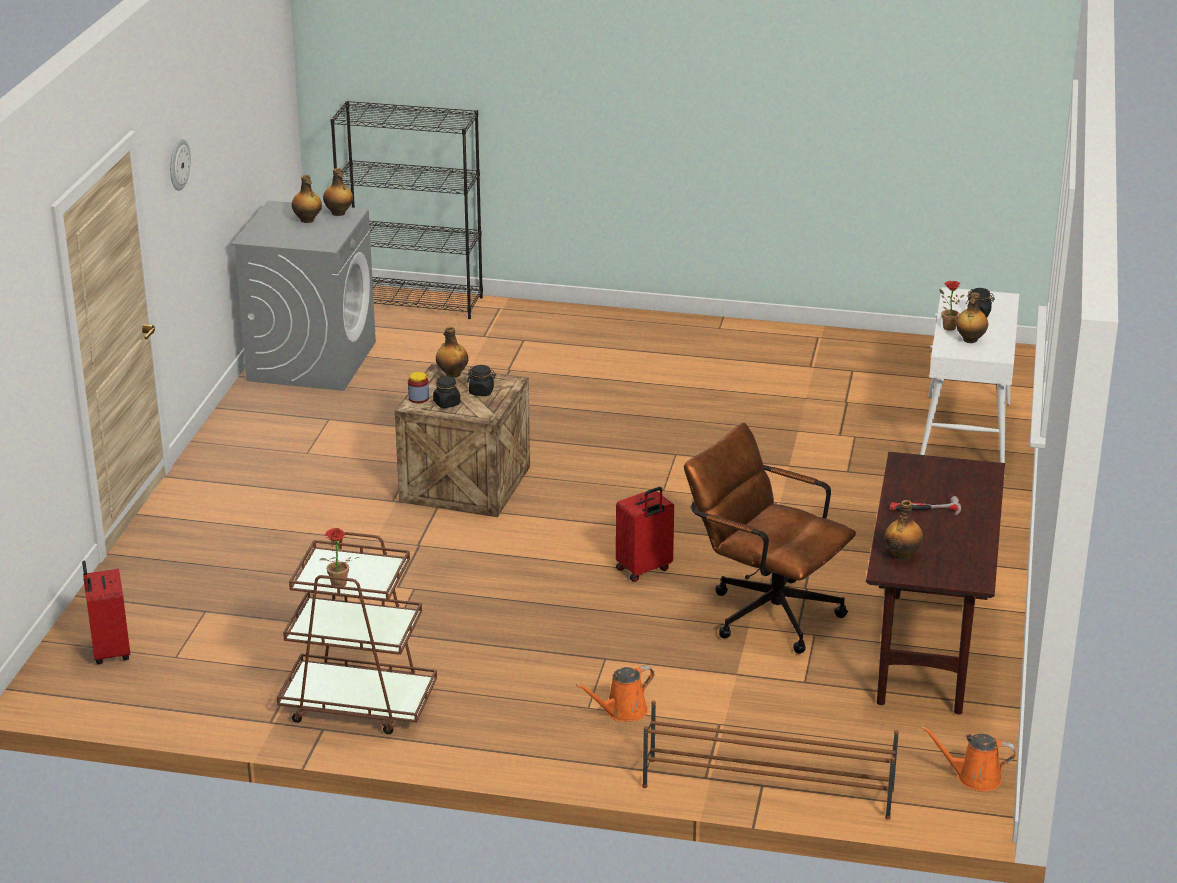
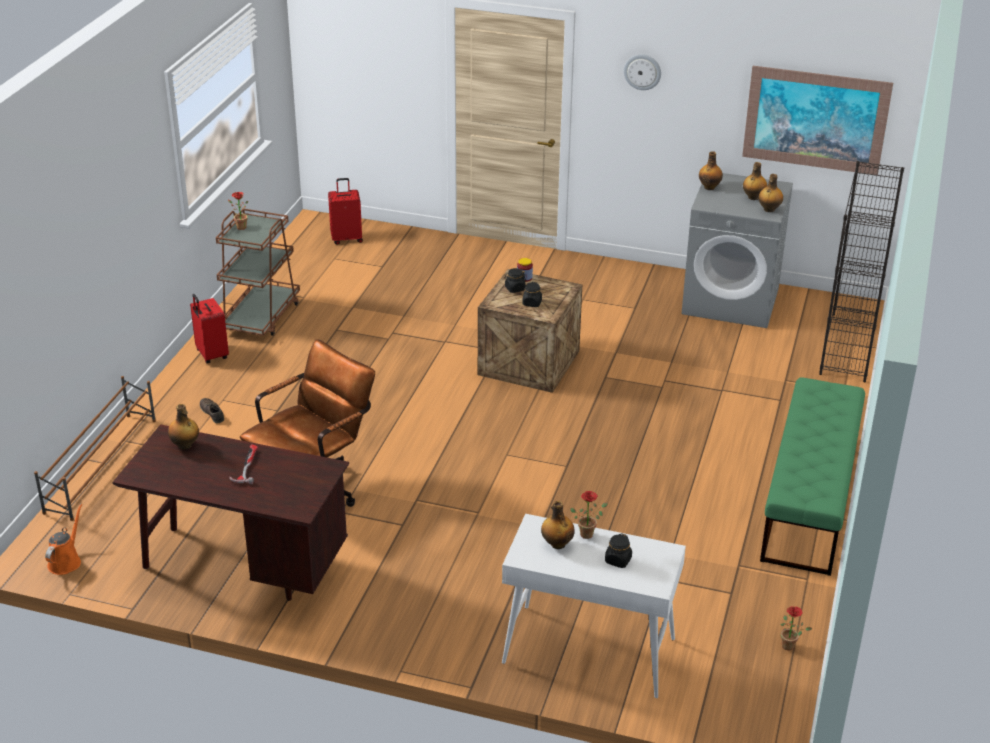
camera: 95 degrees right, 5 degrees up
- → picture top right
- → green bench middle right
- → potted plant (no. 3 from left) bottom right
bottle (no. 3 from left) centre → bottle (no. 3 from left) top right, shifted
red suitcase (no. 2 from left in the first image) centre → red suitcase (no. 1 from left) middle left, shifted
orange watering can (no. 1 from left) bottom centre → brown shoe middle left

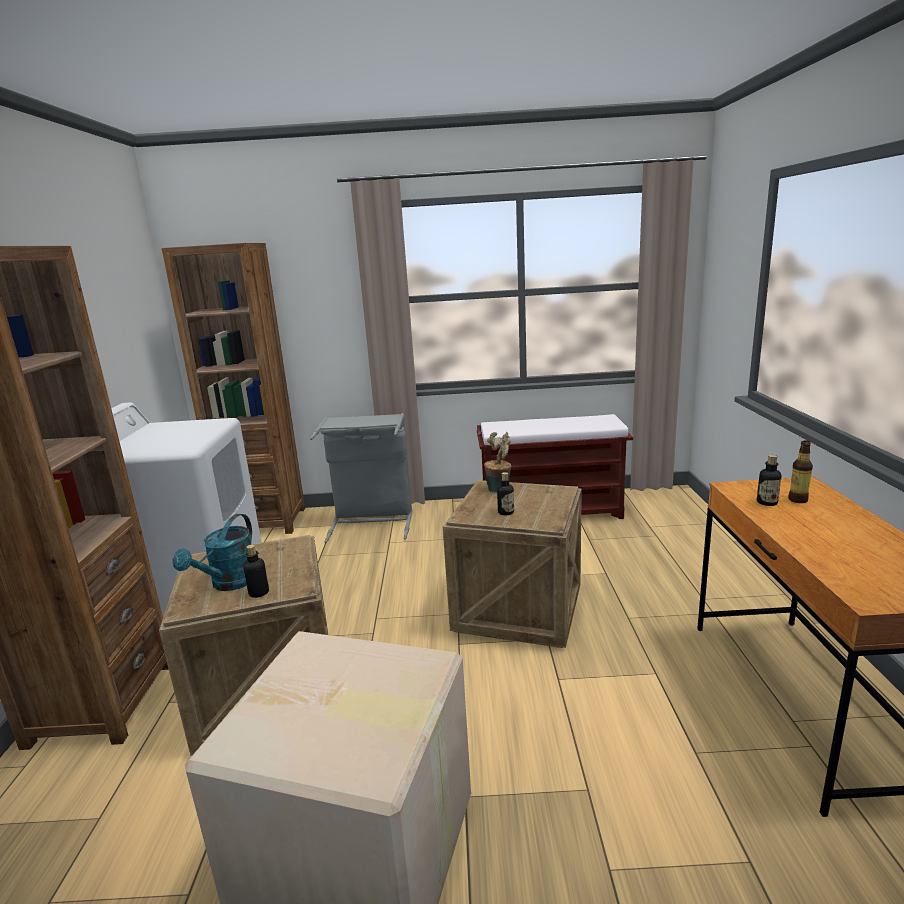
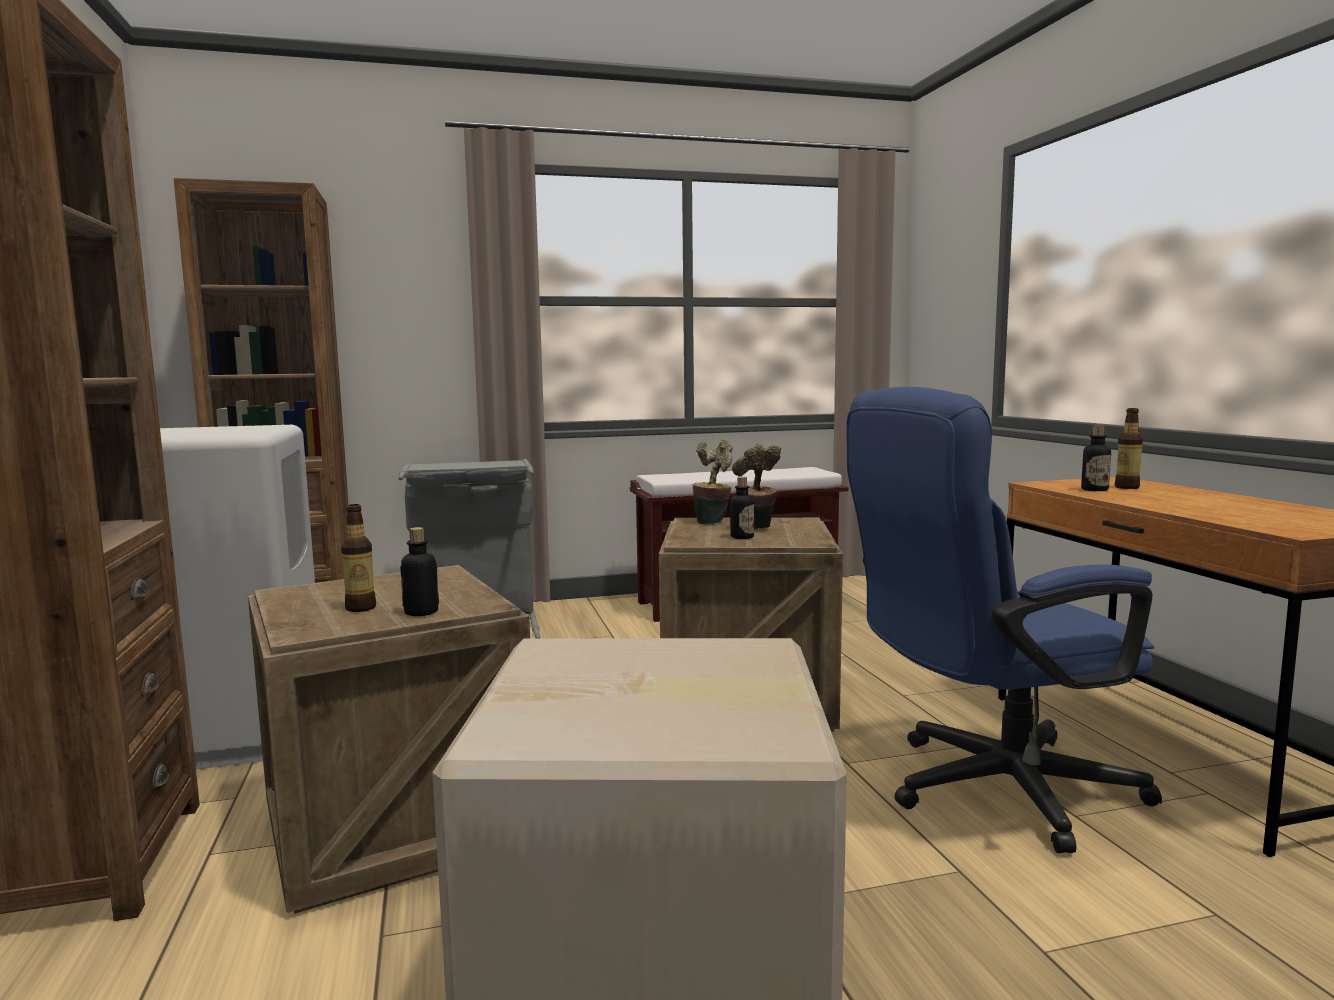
camera: 15 degrees left, 10 degrees down
- → potted plant (no. 2 from left) centre
- → blue office chair middle right
turquoise watering can middle left → bottle (no. 1 from left) middle left

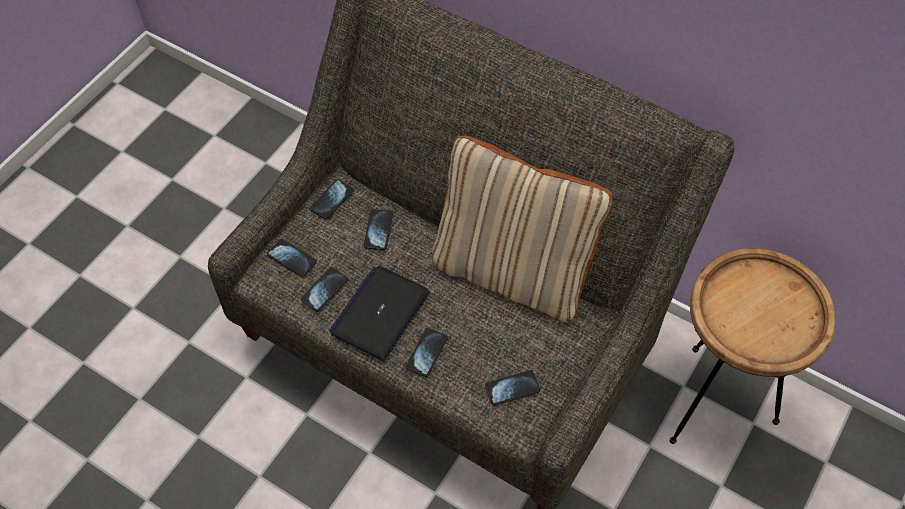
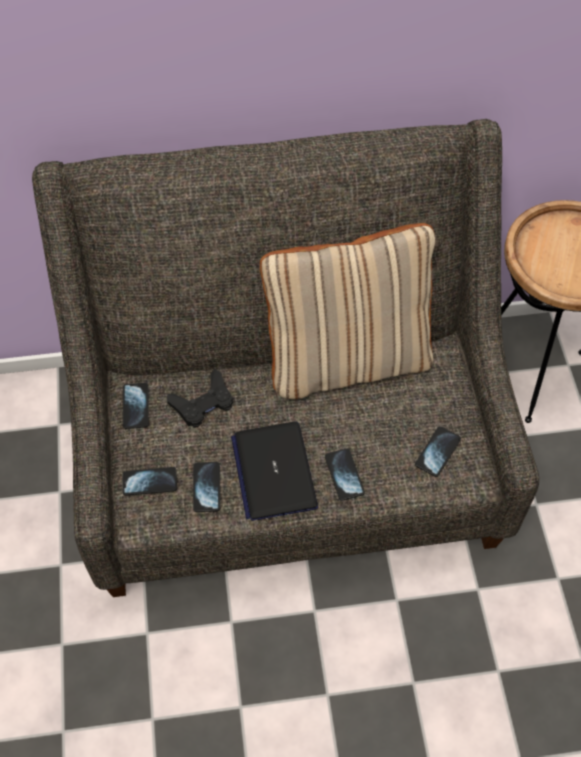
camera: 40 degrees left, 0 degrees up
phone (no. 4 from left) centre → black game controller centre

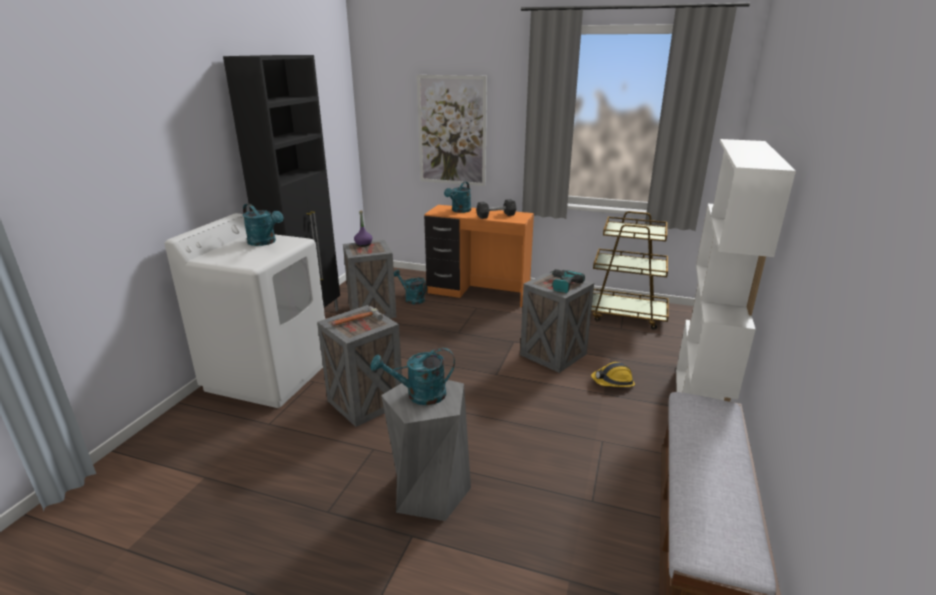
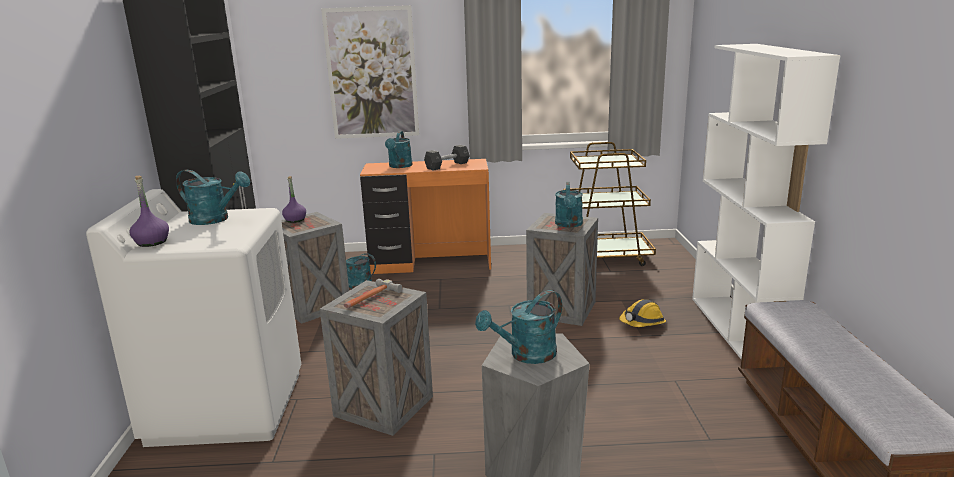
camera: 20 degrees left, 5 degrees down
- → purple bottle (no. 1 from left) middle left
power drill centre → turquoise watering can (no. 5 from left) centre

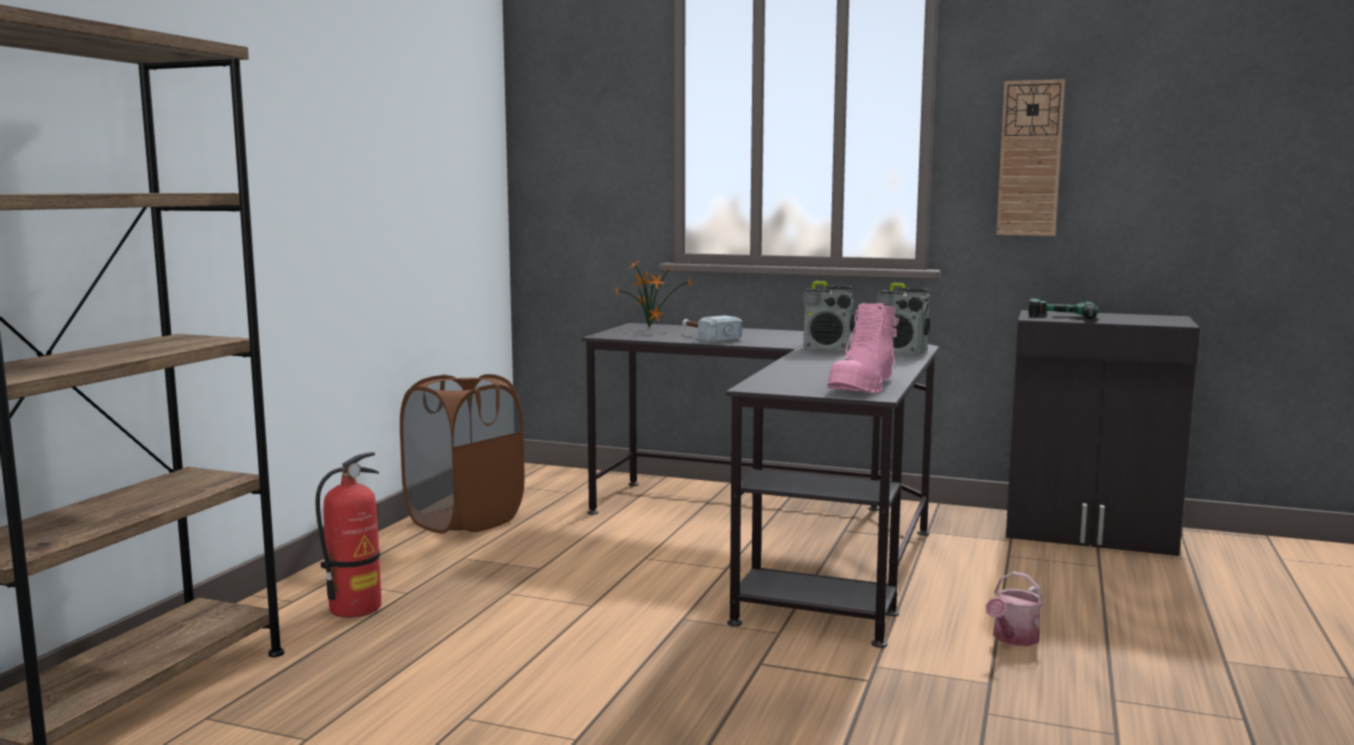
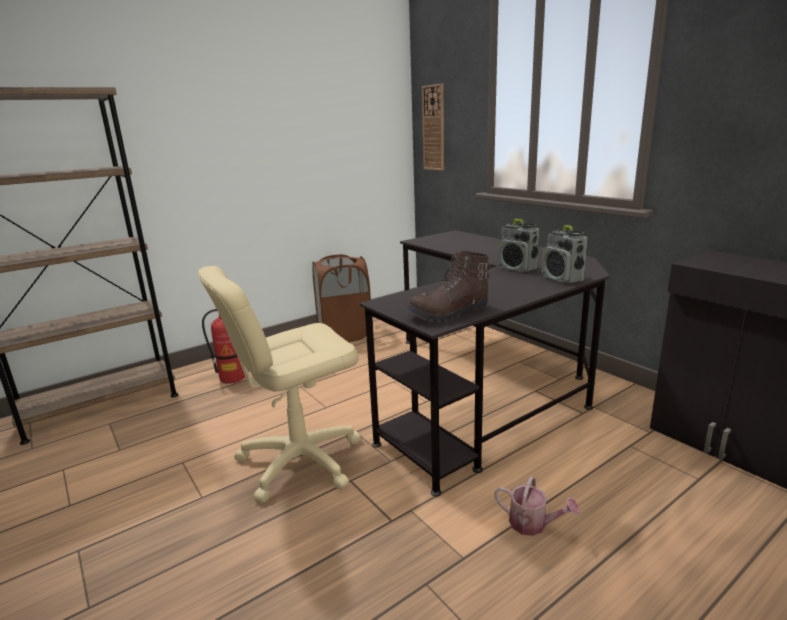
camera: 35 degrees right, 10 degrees up
potted plant centre → -
hammer centre → -
power drill middle right → -
- → beige office chair centre
wall clock top right → wall clock top centre, shifted
pink boot centre → brown boot centre
watering can bottom right, 135 degrees counterclockwise

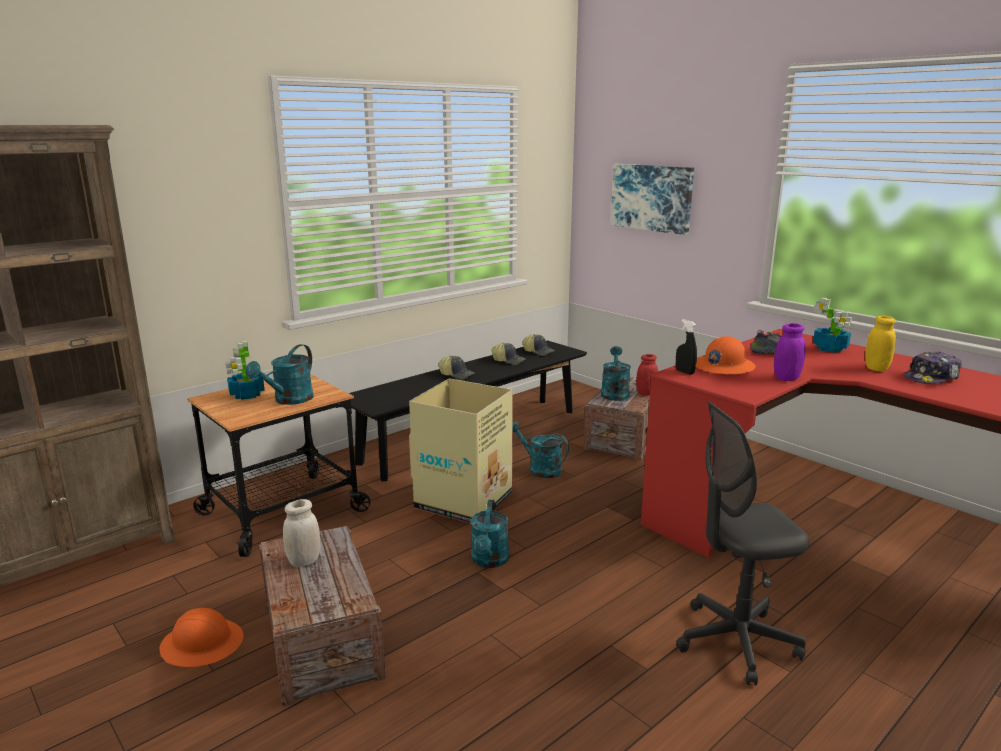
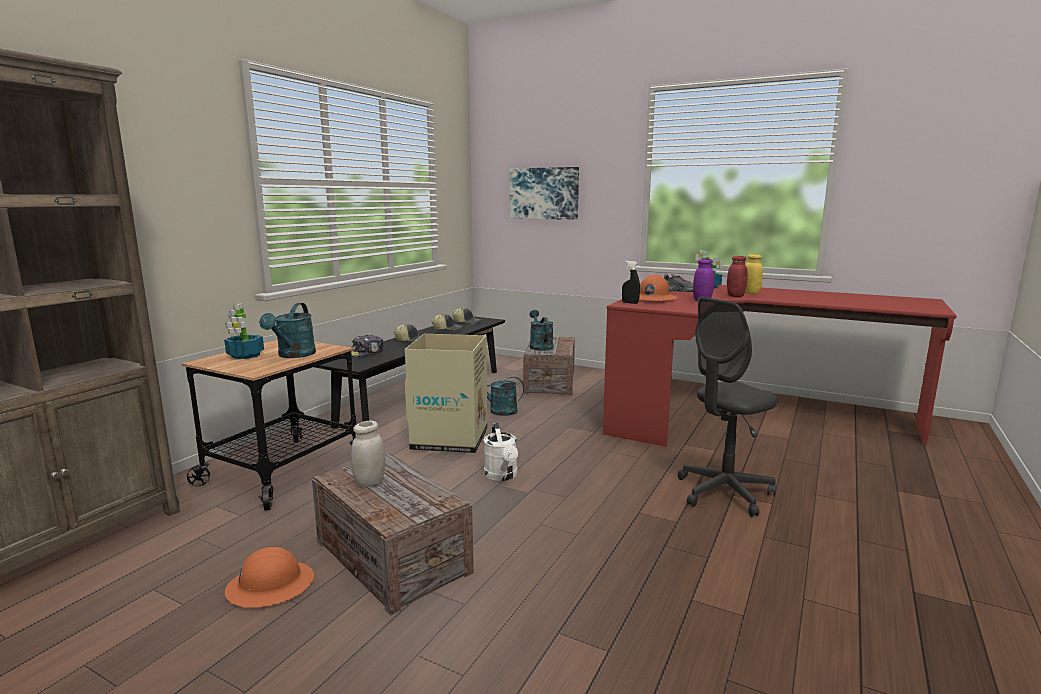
camera: 20 degrees left, 5 degrees down
red jar centre → red jar middle right, shifted
cap (no. 4 from left in the first image) middle right → cap (no. 1 from left) centre, shifted
turquoise watering can (no. 2 from left) bottom centre → white watering can centre

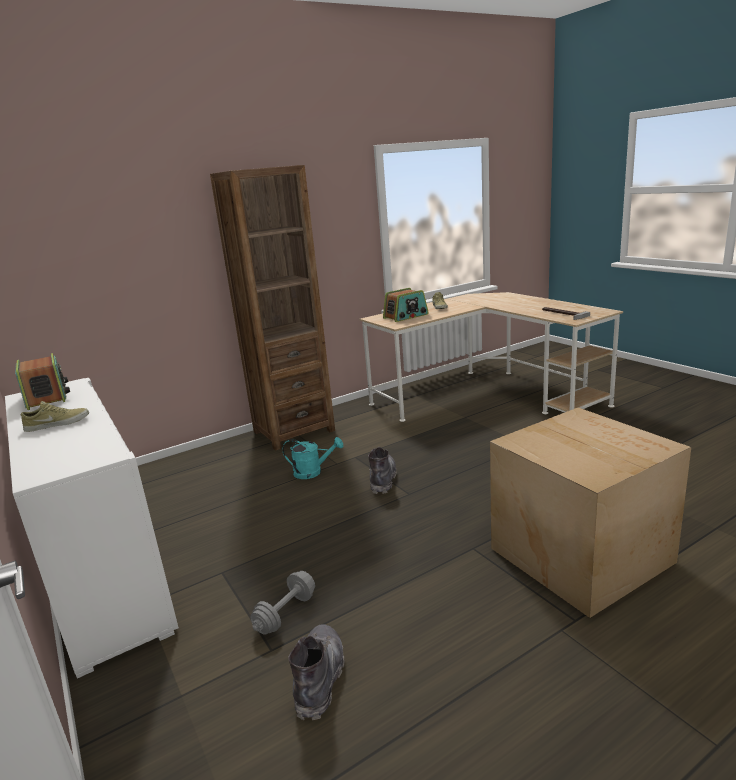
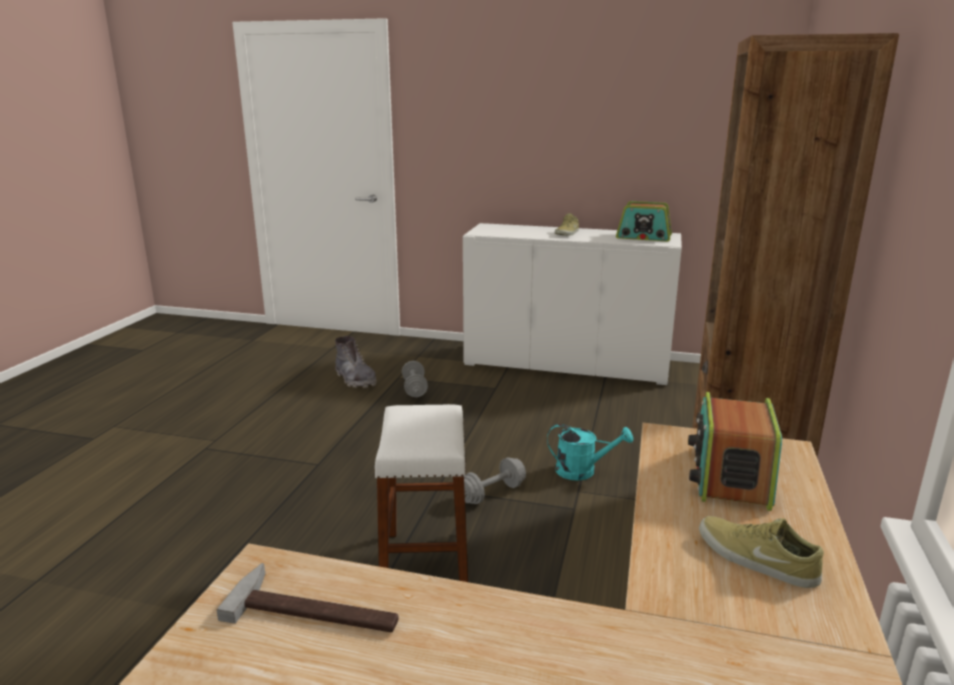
camera: 135 degrees right, 0 degrees up
cardboard box middle right → -
- → white stool bottom centre
grey boot (no. 2 from left) centre → grey dumbbell (no. 2 from left) bottom centre
turquoise watering can centre, 135 degrees counterclockwise

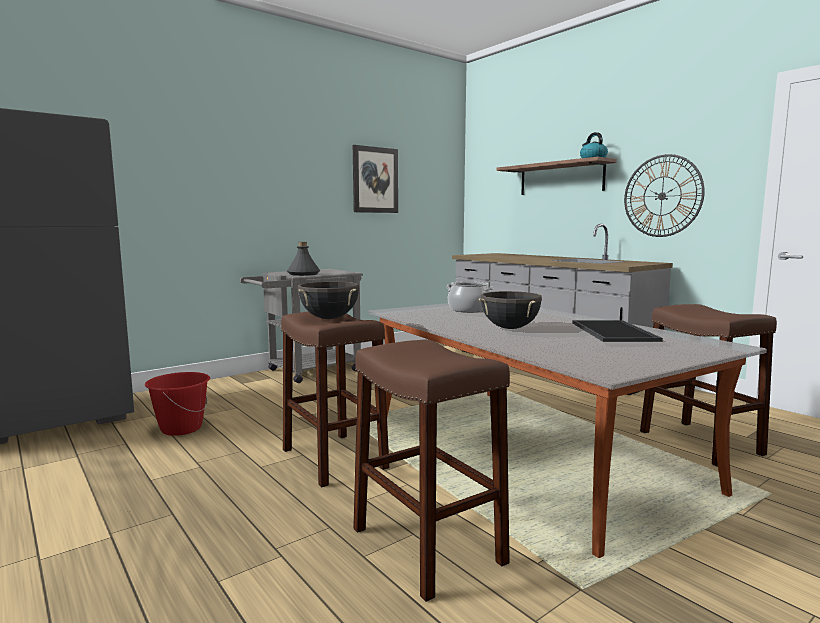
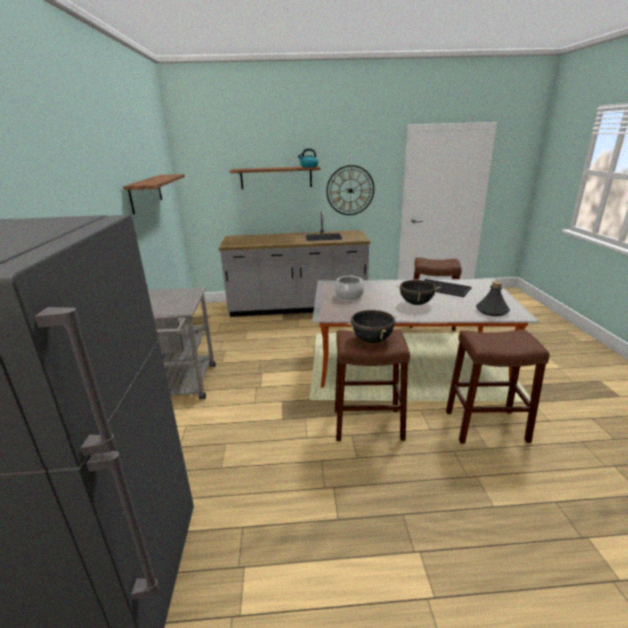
camera: 55 degrees left, 15 degrees up
red bucket middle left → -
grey bottle centre → grey bottle middle right, shifted
picture top centre → shelf (no. 1 from left) top left

